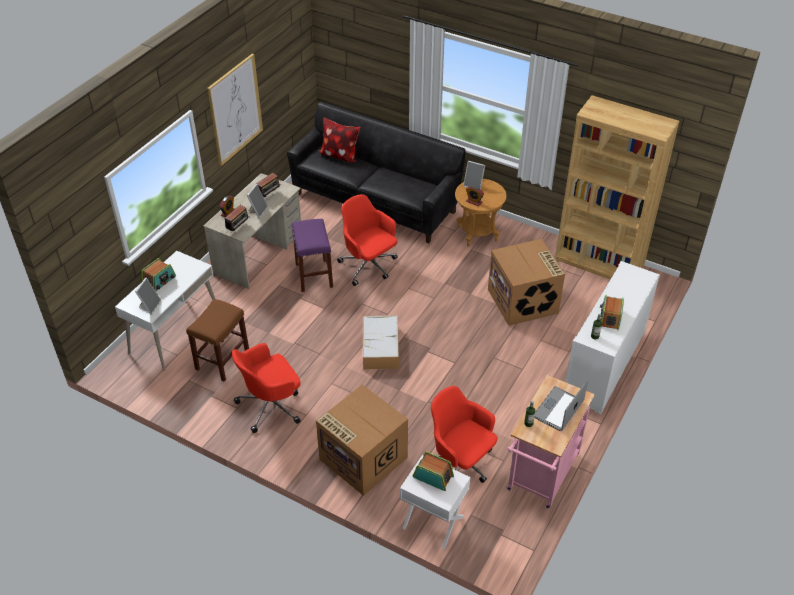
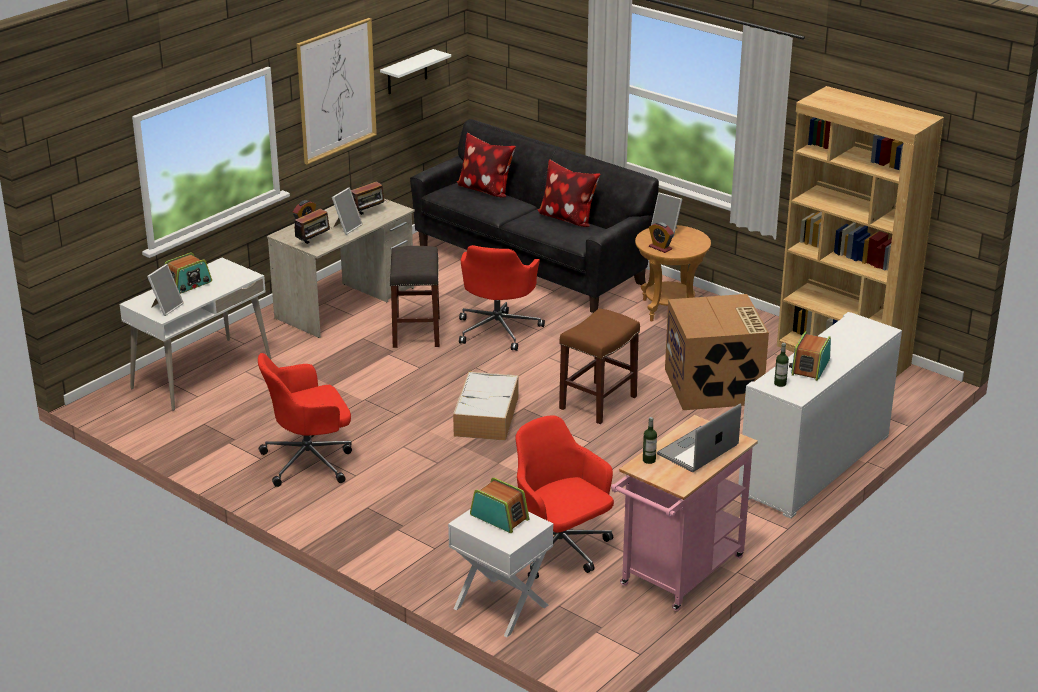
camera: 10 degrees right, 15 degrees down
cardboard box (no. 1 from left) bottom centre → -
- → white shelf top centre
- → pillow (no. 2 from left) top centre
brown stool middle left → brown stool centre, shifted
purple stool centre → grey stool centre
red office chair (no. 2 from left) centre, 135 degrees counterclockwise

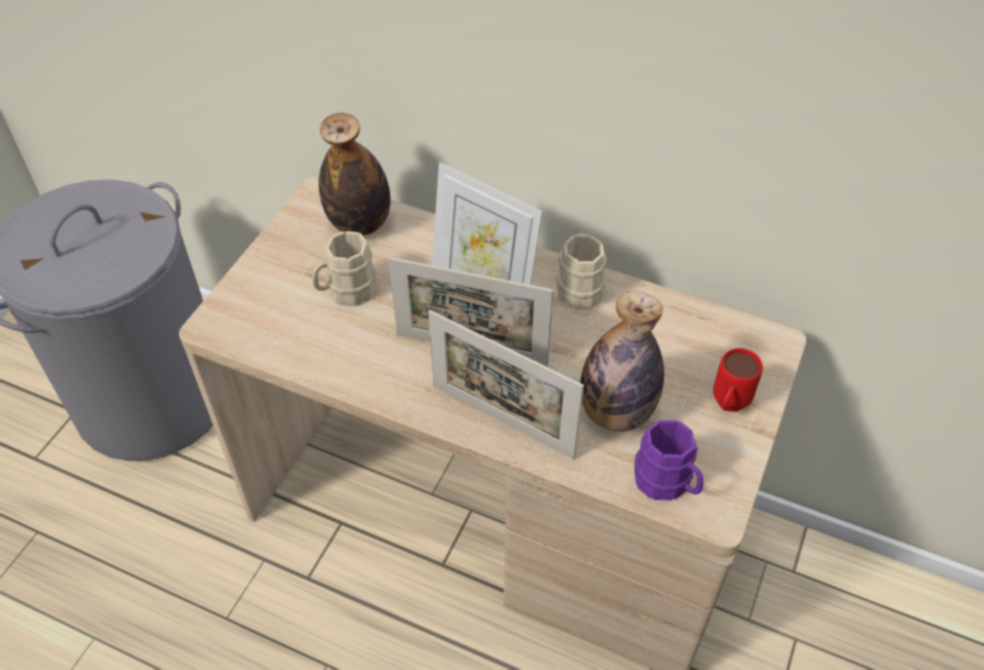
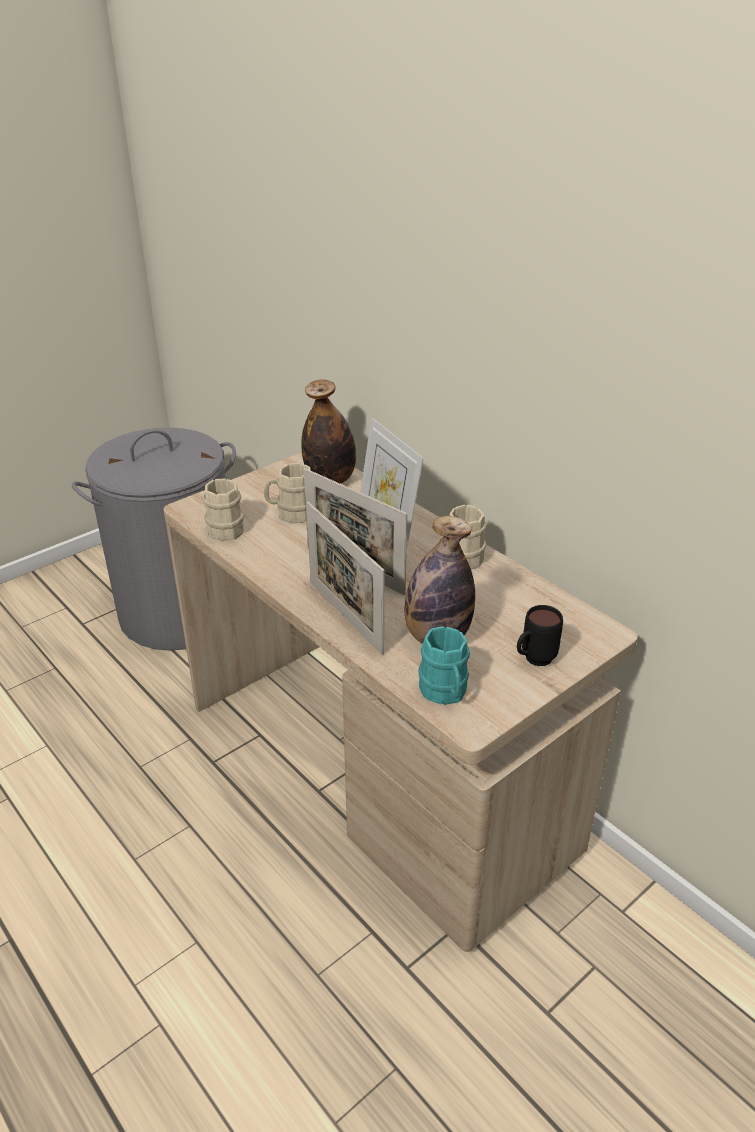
camera: 25 degrees right, 15 degrees down
- → beige mug (no. 1 from left) middle left
purple mug bottom right → turquoise mug centre
red mug middle right → black mug middle right

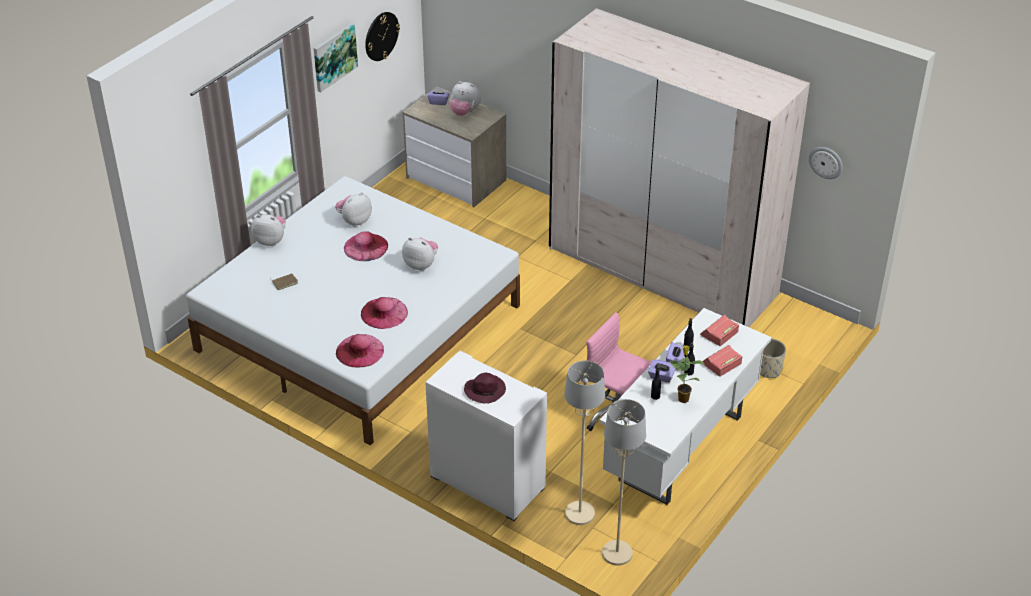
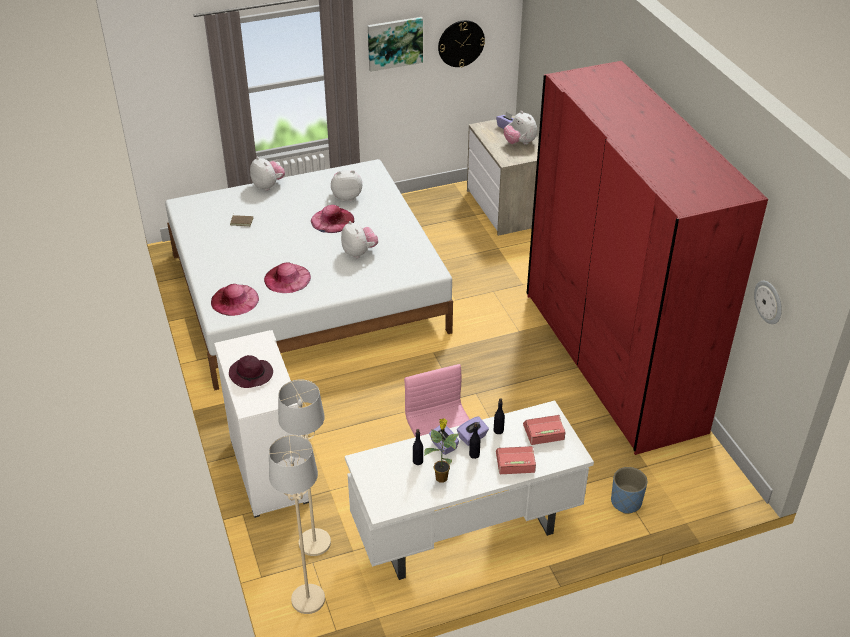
camera: 35 degrees right, 0 degrees up
beige wardrobe top centre → red wardrobe middle right
beige planter middle right → blue planter bottom right

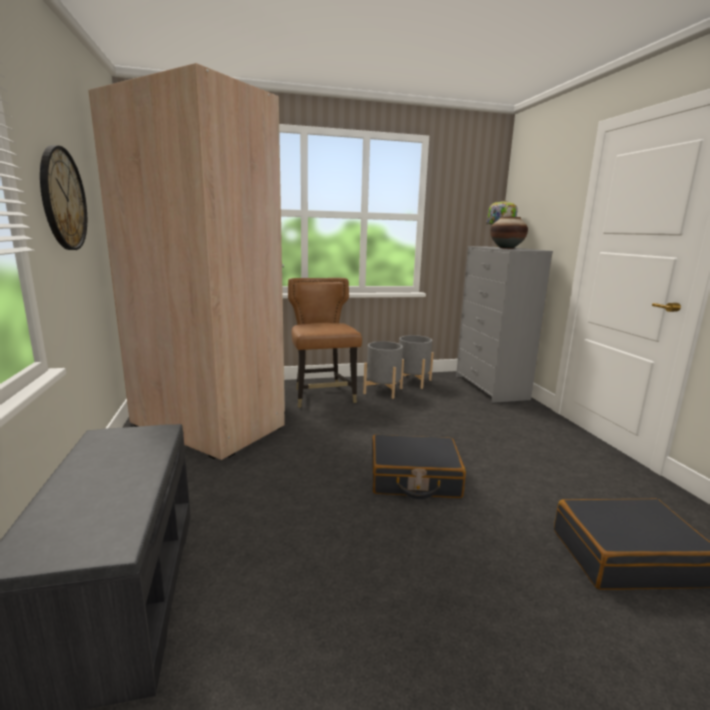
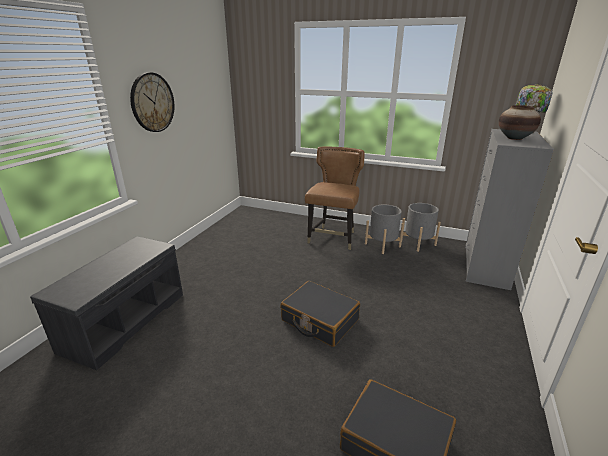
camera: 35 degrees right, 10 degrees up
beige wardrobe middle left → -

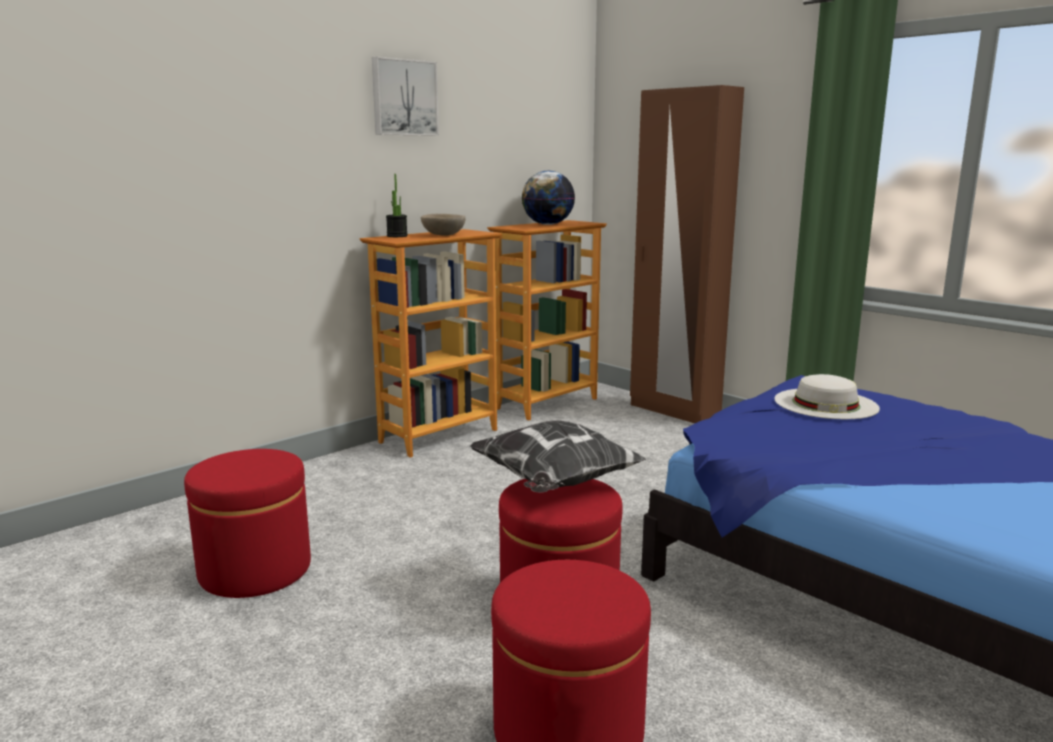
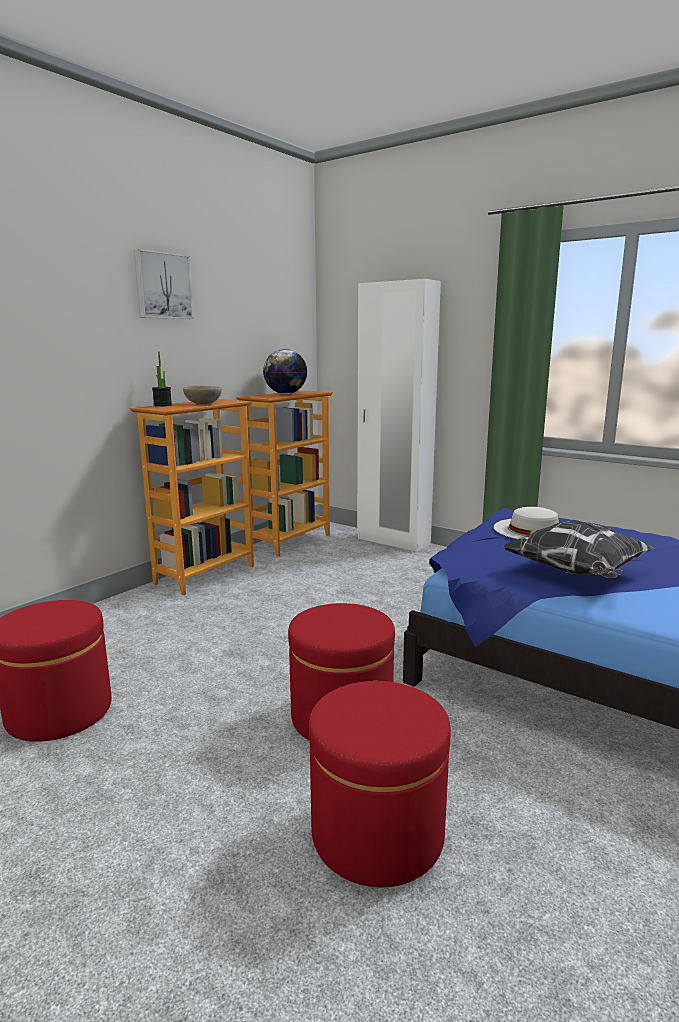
camera: 10 degrees left, 0 degrees up
pillow centre → pillow middle right, shifted
brown wardrobe centre → white wardrobe centre

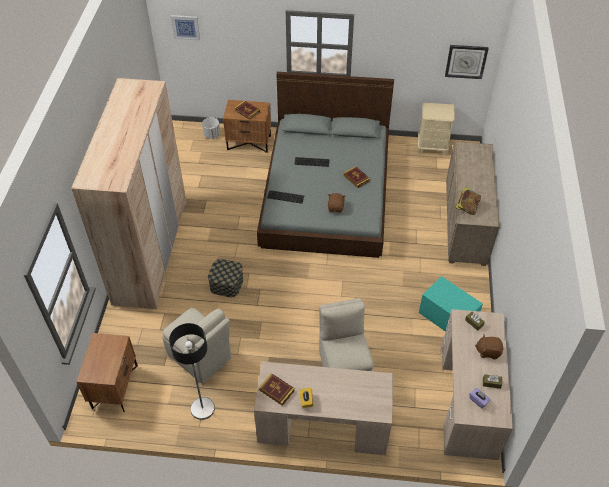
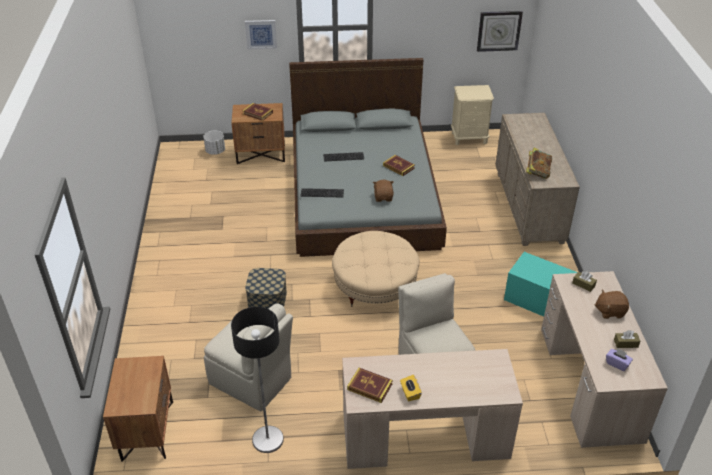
camera: 10 degrees left, 10 degrees down
beige wardrobe middle left → -
- → beige ottoman centre
picture top left → picture top centre, shifted

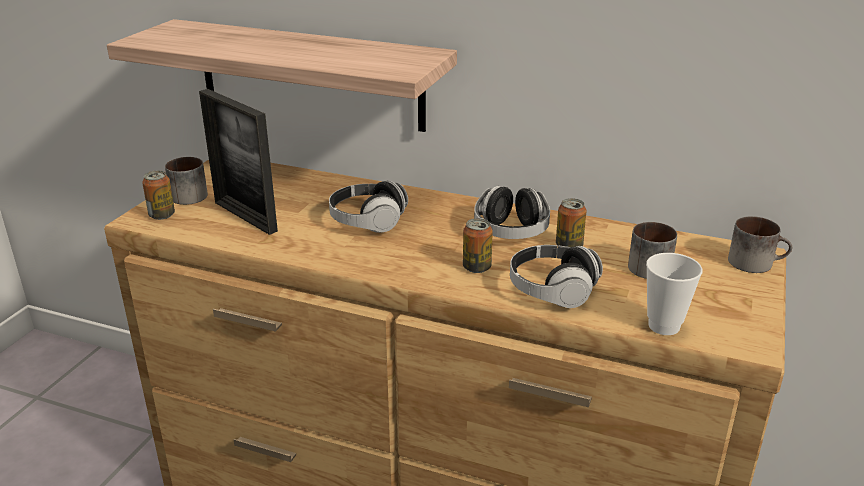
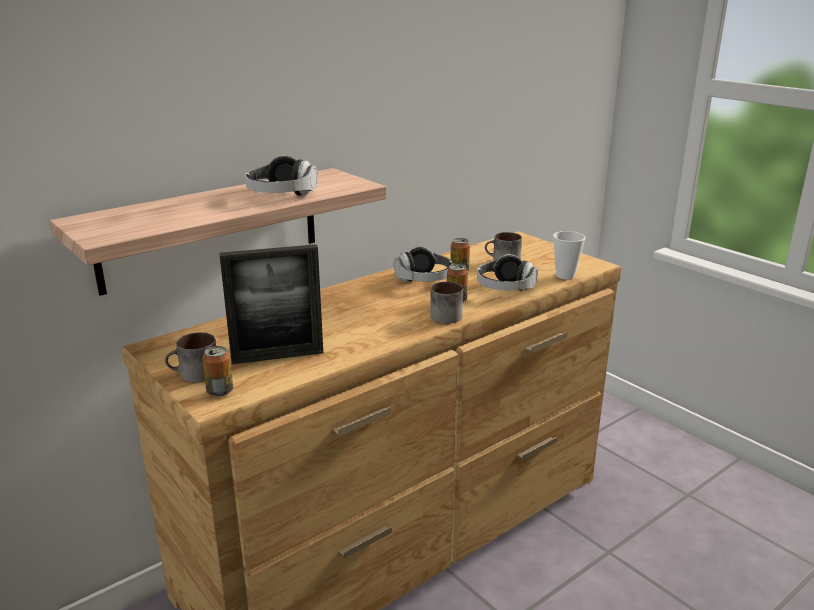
camera: 60 degrees left, 5 degrees down
headphones (no. 1 from left) centre → headphones (no. 1 from left) top centre, shifted
mug (no. 3 from left in the first image) middle right → mug (no. 2 from left) centre, shifted

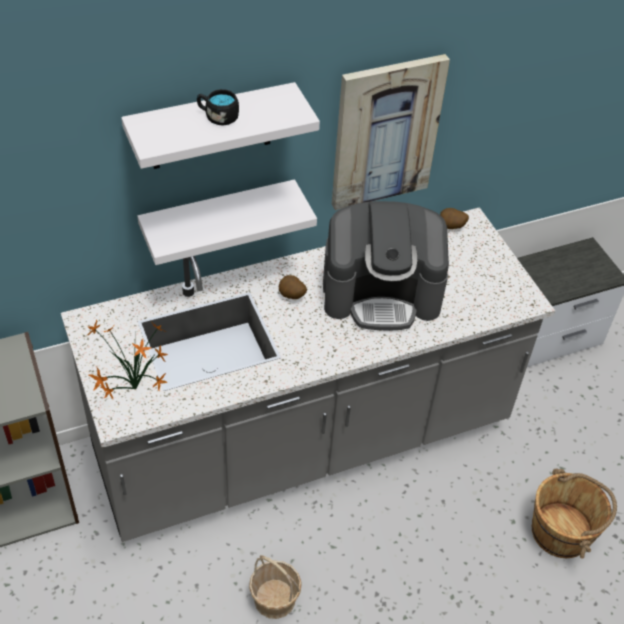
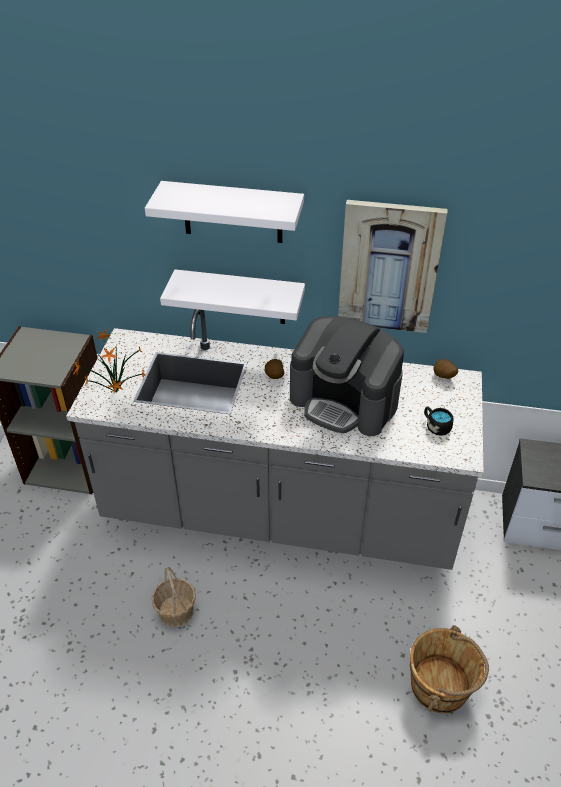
camera: 35 degrees right, 5 degrees down
black mug top centre → black mug middle right, shifted

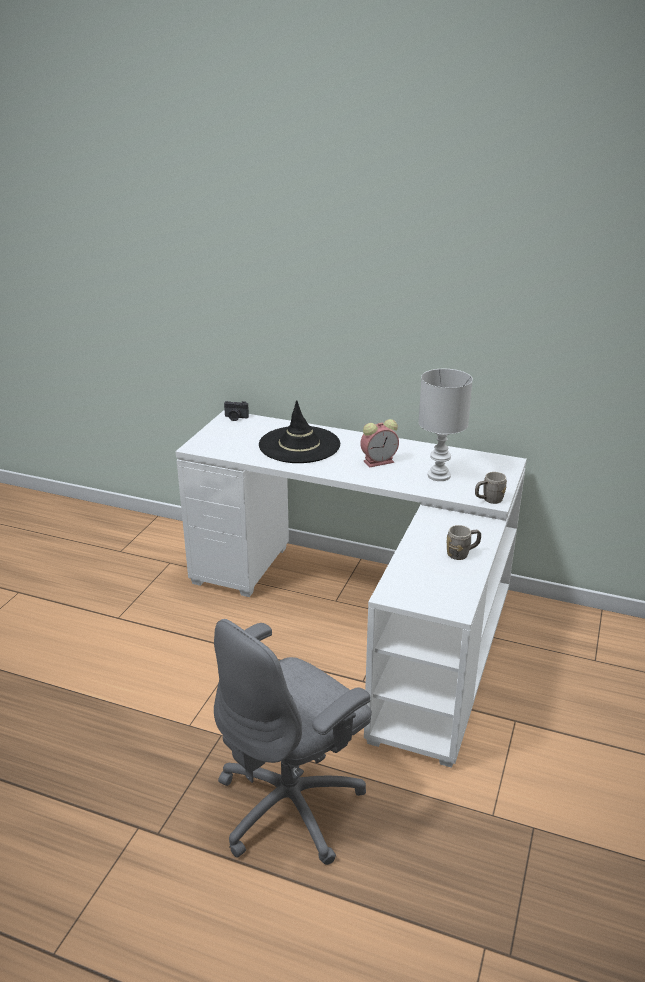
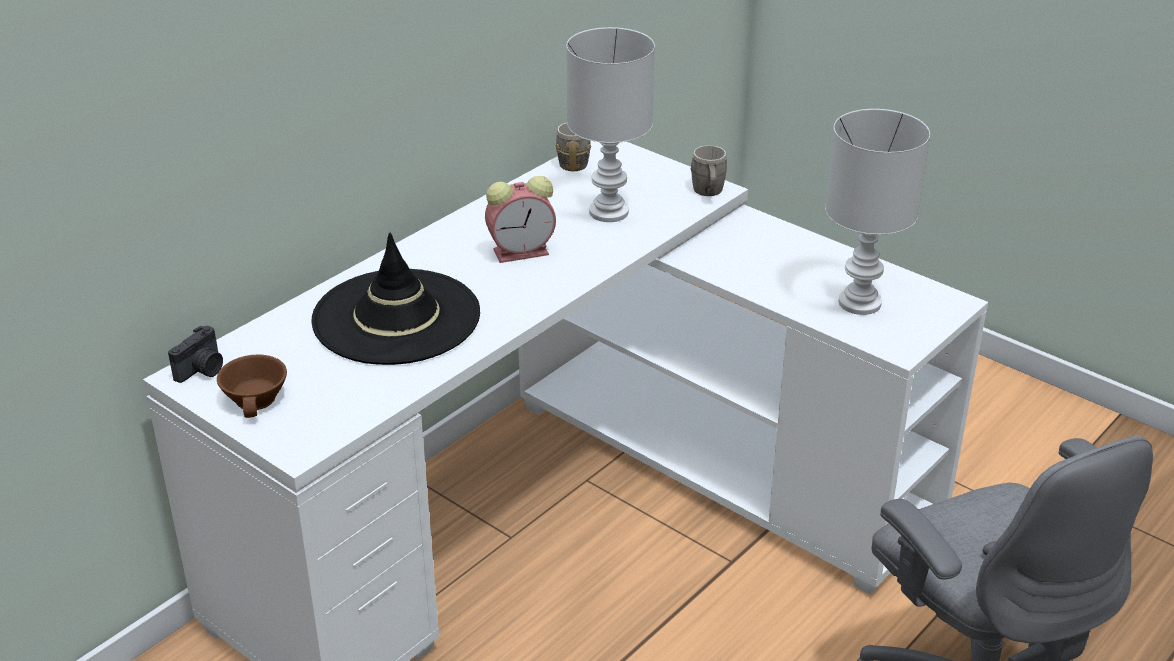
camera: 70 degrees left, 5 degrees up
- → brown cup middle left
- → white table lamp (no. 2 from left) top right
grey mug (no. 1 from left) middle right → grey mug (no. 1 from left) top centre, shifted
alarm clock centre → alarm clock top centre, 75 degrees clockwise

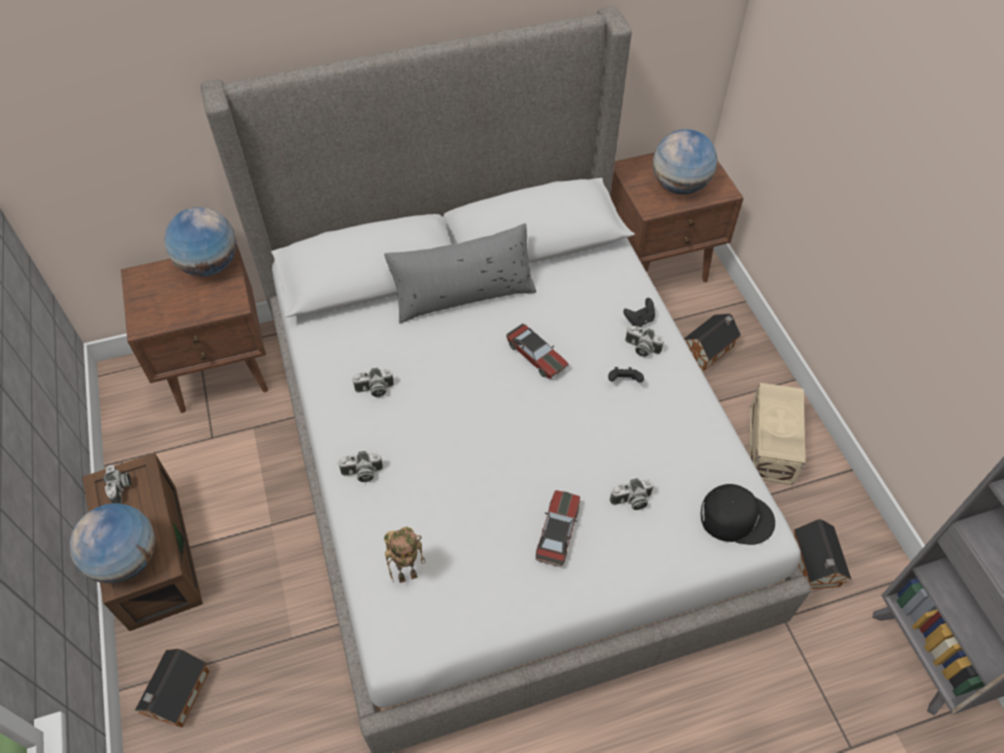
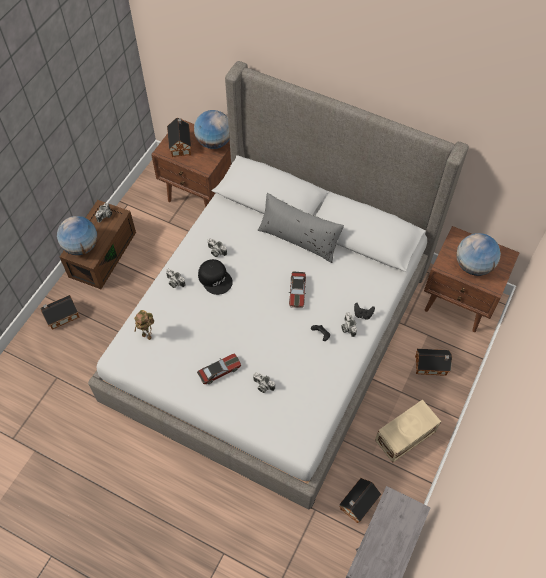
camera: 45 degrees right, 5 degrees up
- → toy house (no. 2 from left) top left
black cap bottom right → black cap centre, shifted

